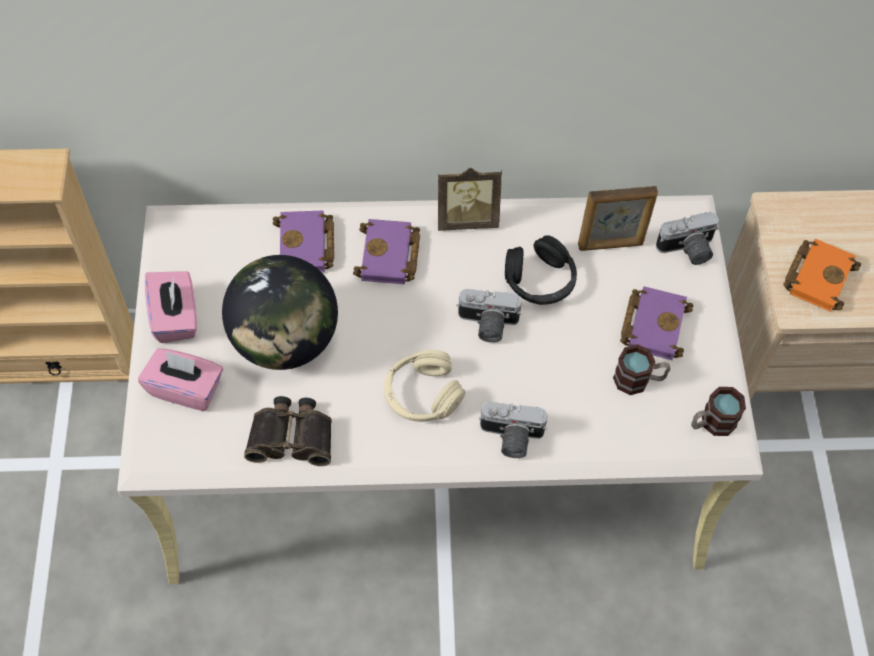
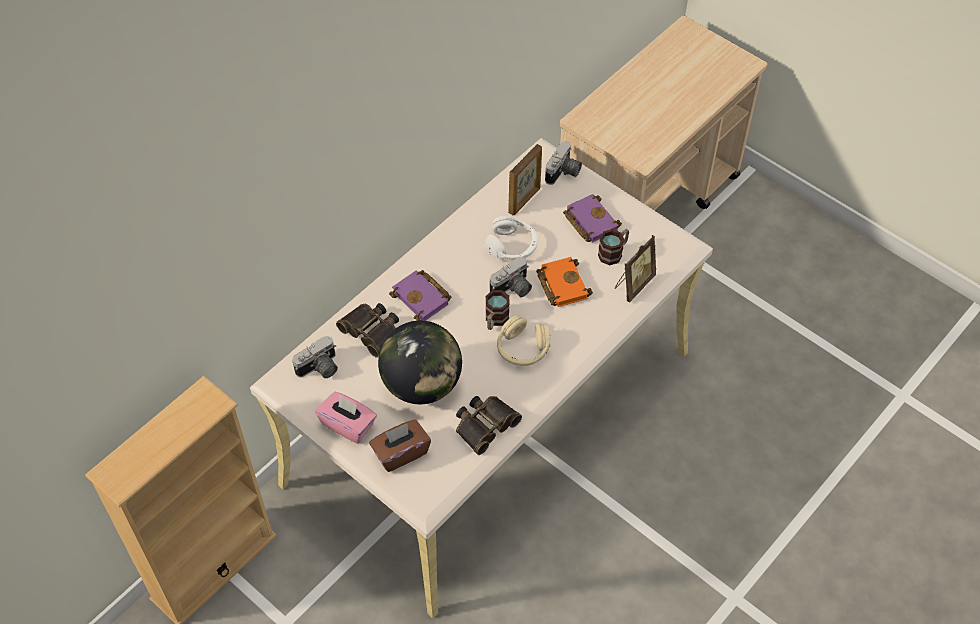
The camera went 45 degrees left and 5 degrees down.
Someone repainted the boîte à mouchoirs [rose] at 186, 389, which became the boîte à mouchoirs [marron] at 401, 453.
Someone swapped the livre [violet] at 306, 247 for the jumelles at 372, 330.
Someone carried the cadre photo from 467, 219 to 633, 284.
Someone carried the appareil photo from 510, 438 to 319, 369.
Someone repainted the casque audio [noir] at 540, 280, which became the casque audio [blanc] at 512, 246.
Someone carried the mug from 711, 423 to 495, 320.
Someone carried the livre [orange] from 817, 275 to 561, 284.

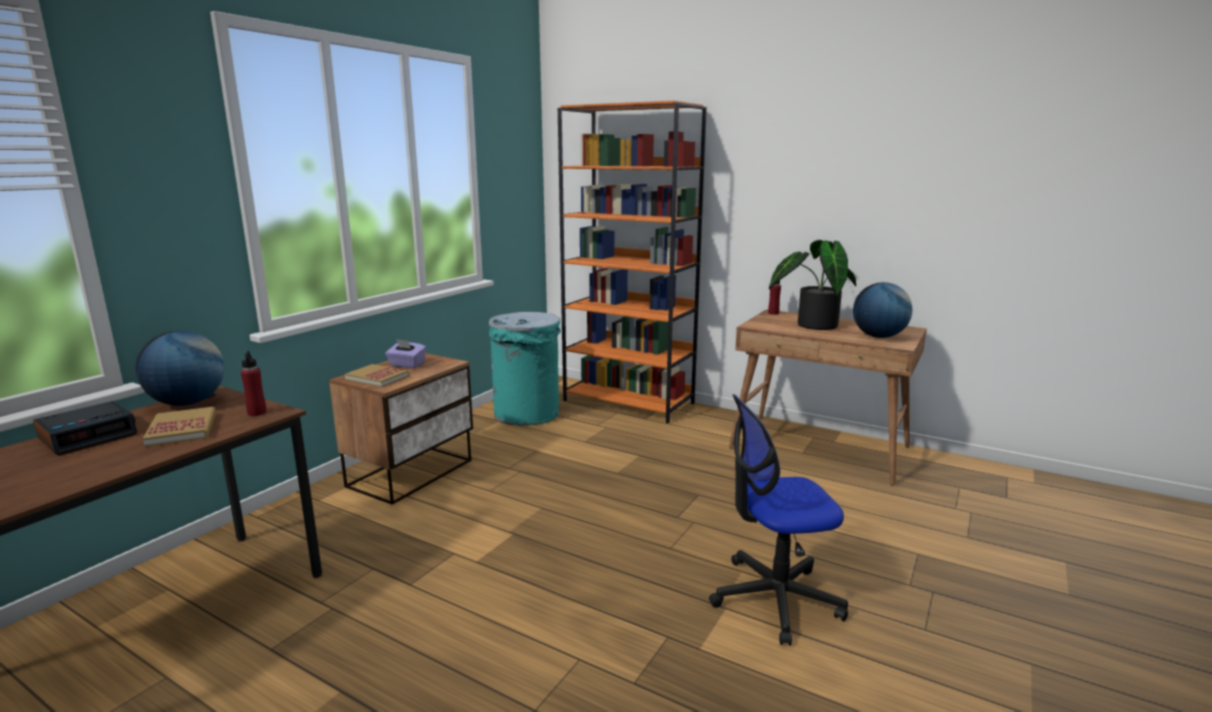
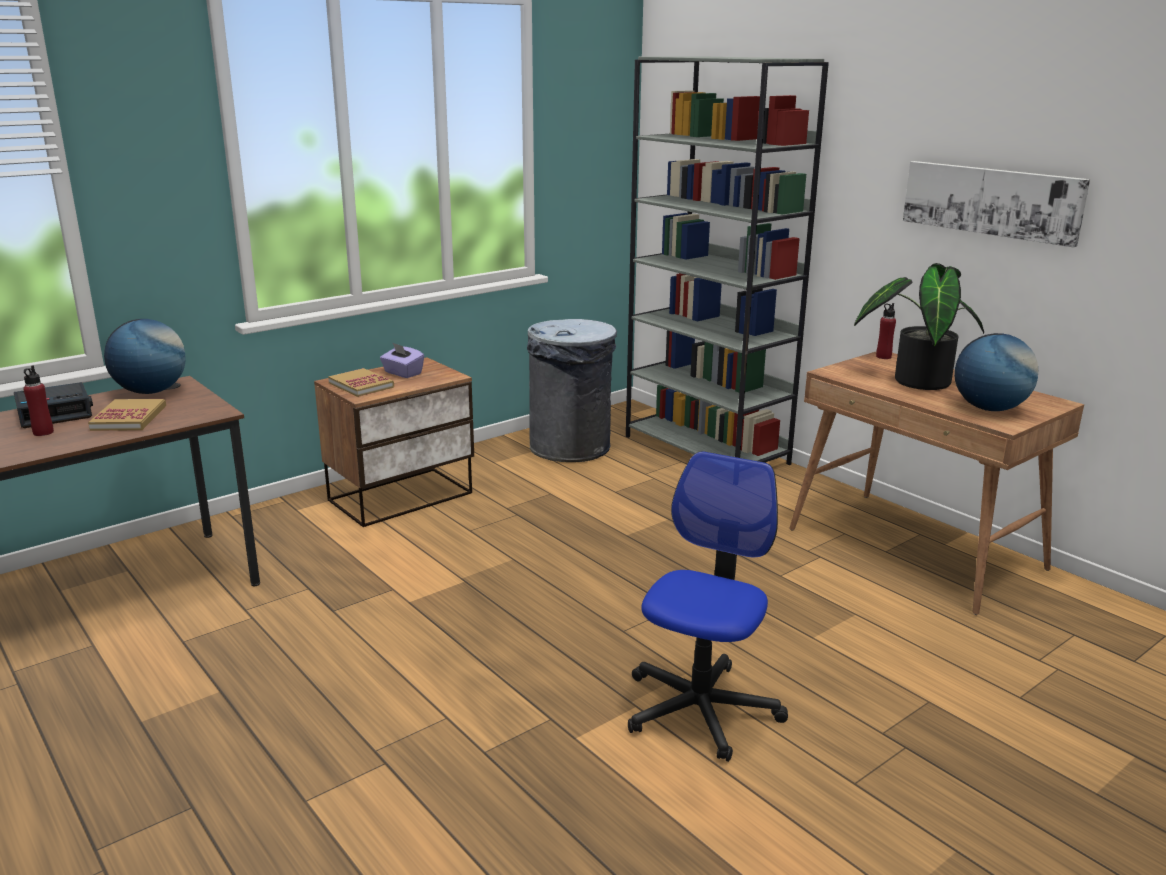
The camera went 20 degrees right and 5 degrees up.
Someone carried the bouteille [rouge] from 257, 413 to 43, 432.
Someone repainted the poubelle [turquoise] at 527, 414, which became the poubelle [gris] at 570, 448.
Someone repainted the bibliothèque [orange] at 629, 402, which became the bibliothèque [gris] at 707, 450.
Someone rotated the chaise de bureau at 775, 598 by 105 degrees clockwise.
Someone put up the tableau at 991, 201.

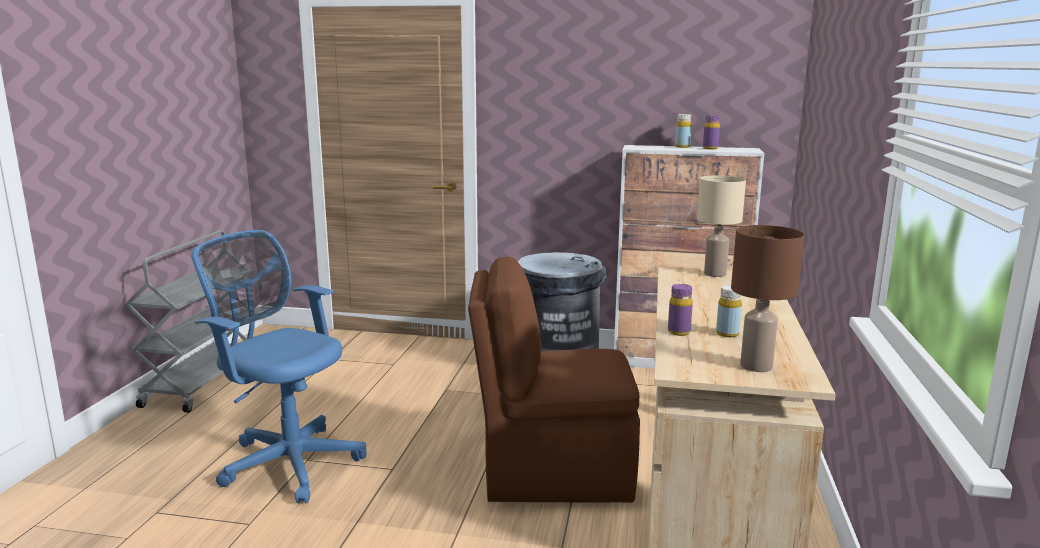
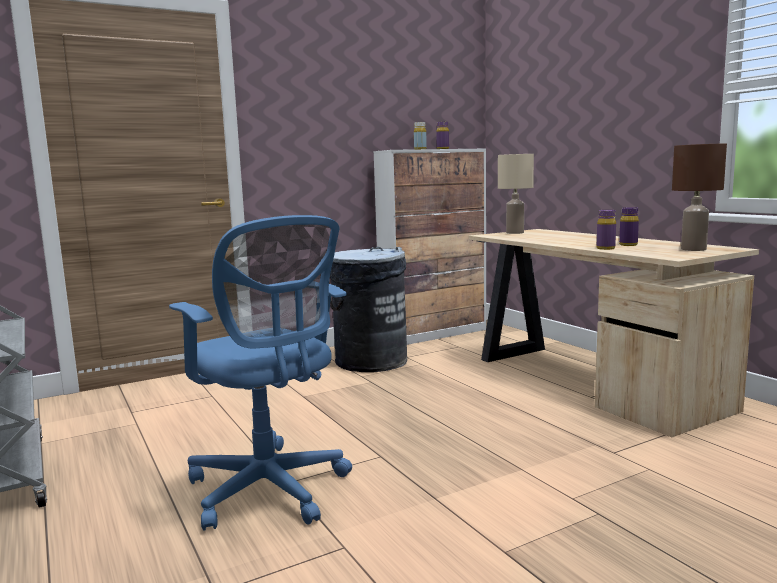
The camera went 40 degrees left and 5 degrees down.
Someone rotated the chaise de bureau [bleu] at 288, 461 by 120 degrees counterclockwise.
Someone took away the chaise [marron] at 553, 472.
Someone repainted the bouteille [jaune] at 727, 334, which became the bouteille [violet] at 628, 245.

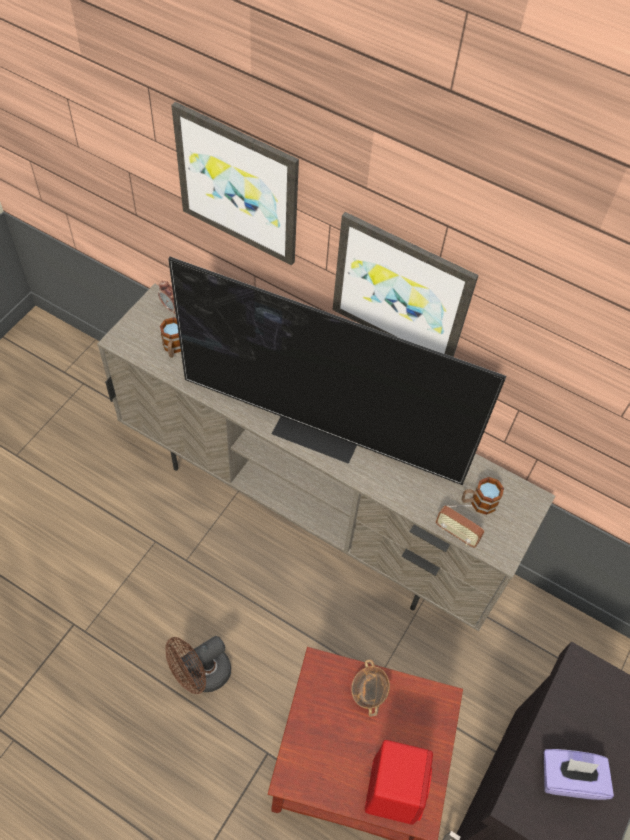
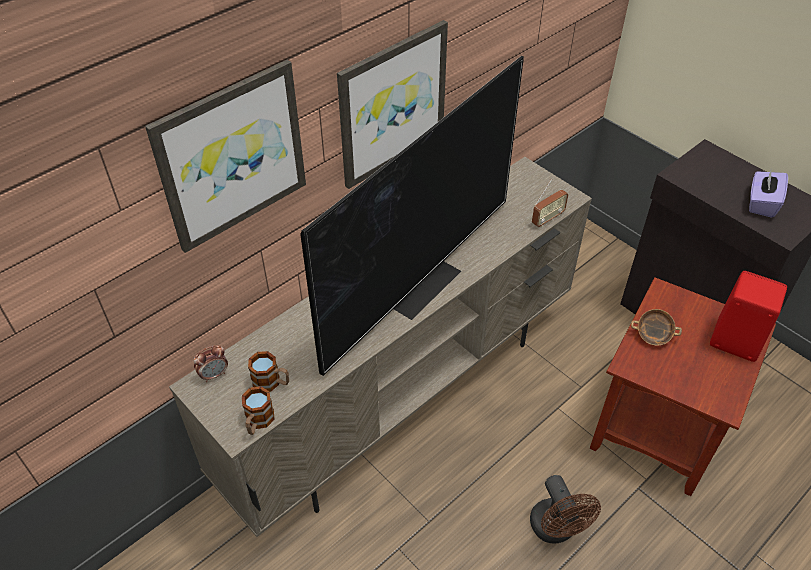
The camera went 70 degrees left and 10 degrees down.
Someone carried the mug from 478, 502 to 258, 422.

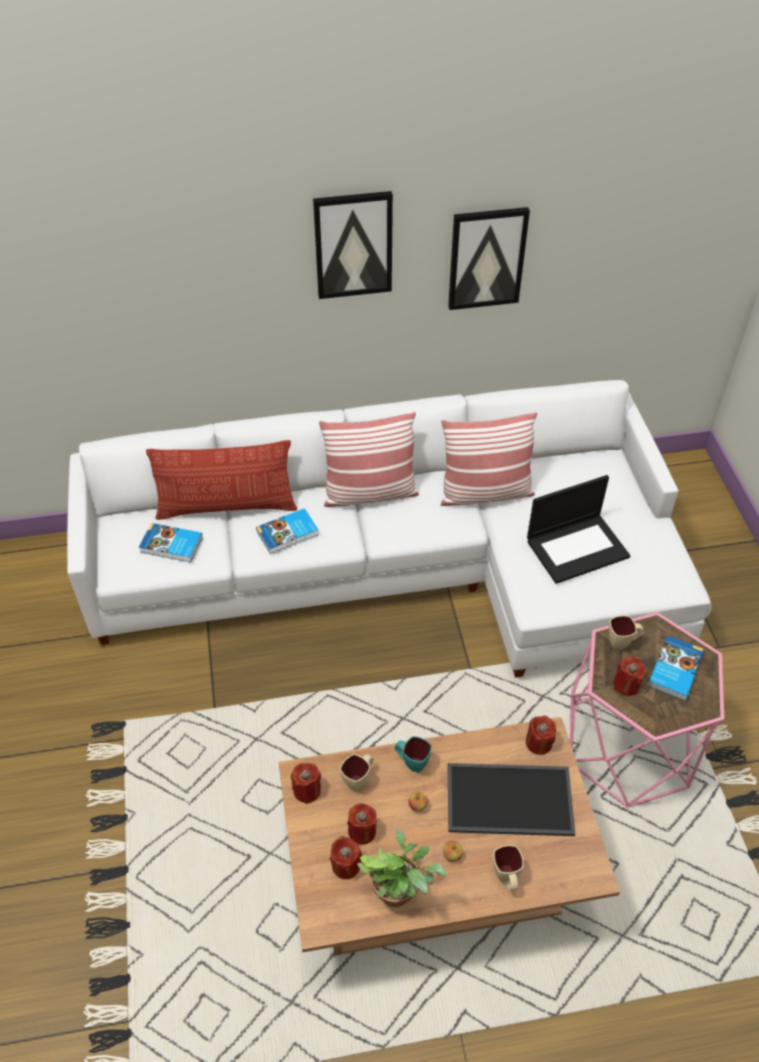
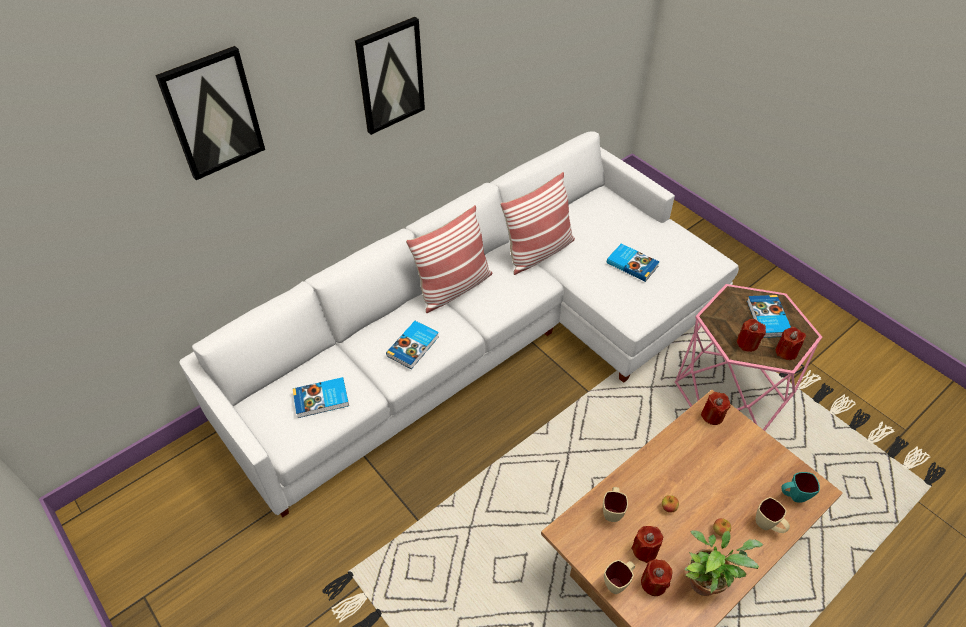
The camera went 30 degrees left and 0 degrees up.
Someone took away the coussin at 227, 507.
Someone carried the bougie [rouge] from 307, 790 to 786, 352.
Someone carried the mug [turquoise] from 411, 762 to 793, 496.
Someone took away the plateau at 508, 801.
Someone carried the tableau from 486, 258 to 213, 113.
Someone swapped the ordinateur portable at 577, 547 for the livre at 632, 264.
Someone carried the mug [beige] from 622, 642 to 618, 582.

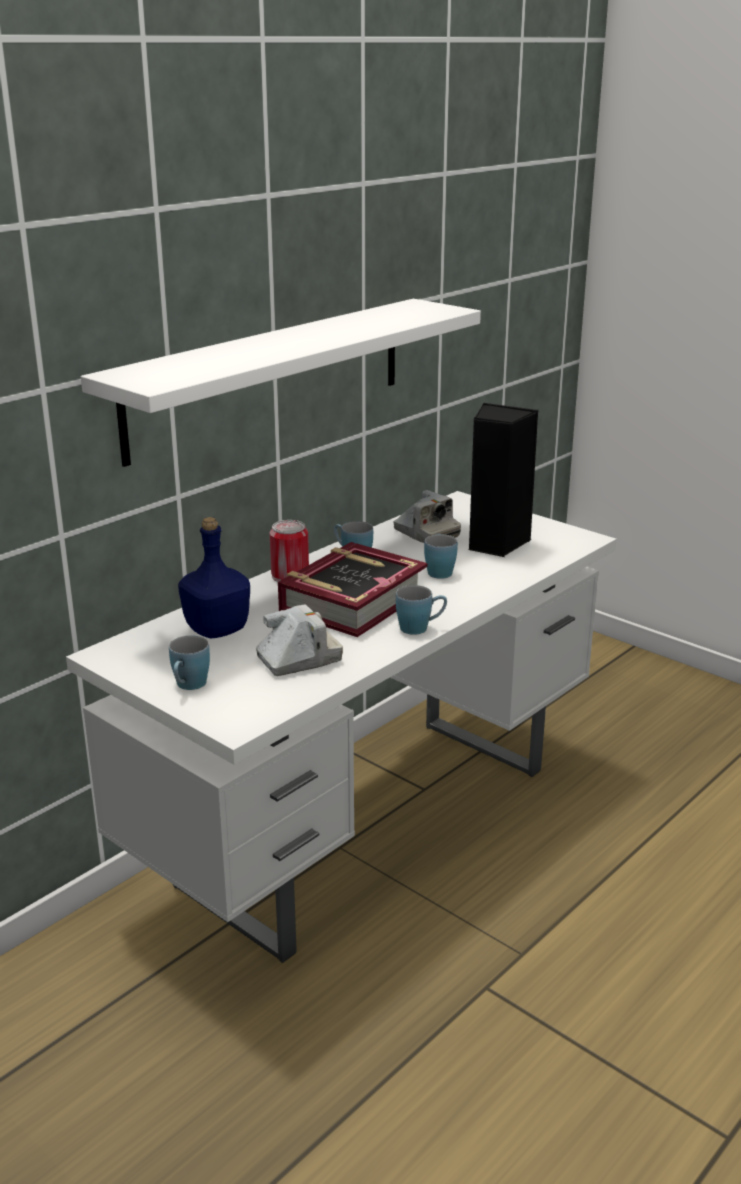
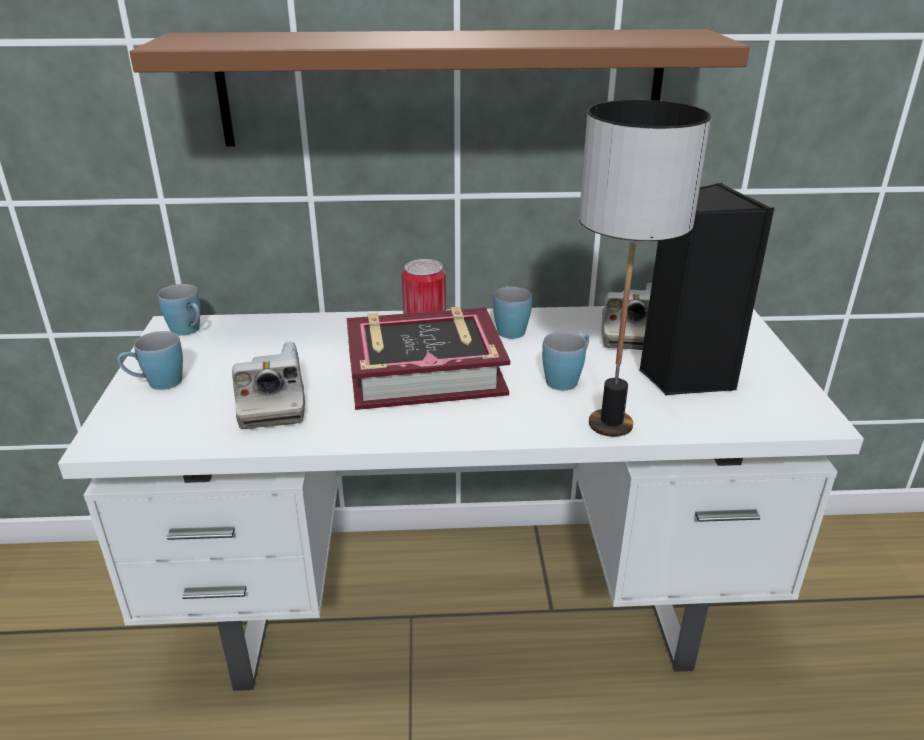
The camera went 45 degrees right and 5 degrees up.
Someone repainted the étagère [blanc] at 270, 376, which became the étagère [marron] at 442, 88.
Someone took away the bouteille [bleu] at 216, 629.
Someone rotated the appareil photo at 299, 659 by 60 degrees clockwise.
Someone carried the mug [bleu] from 420, 628 to 189, 331.
Someone put down the lampe de table at 610, 425.

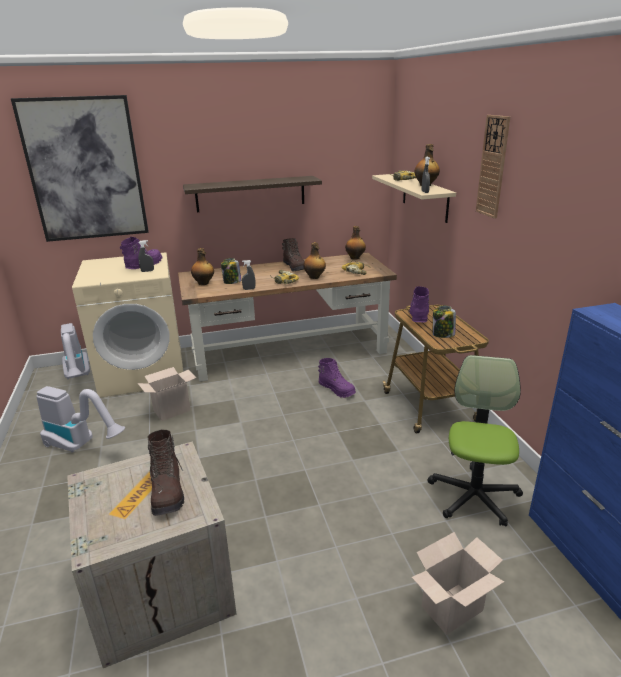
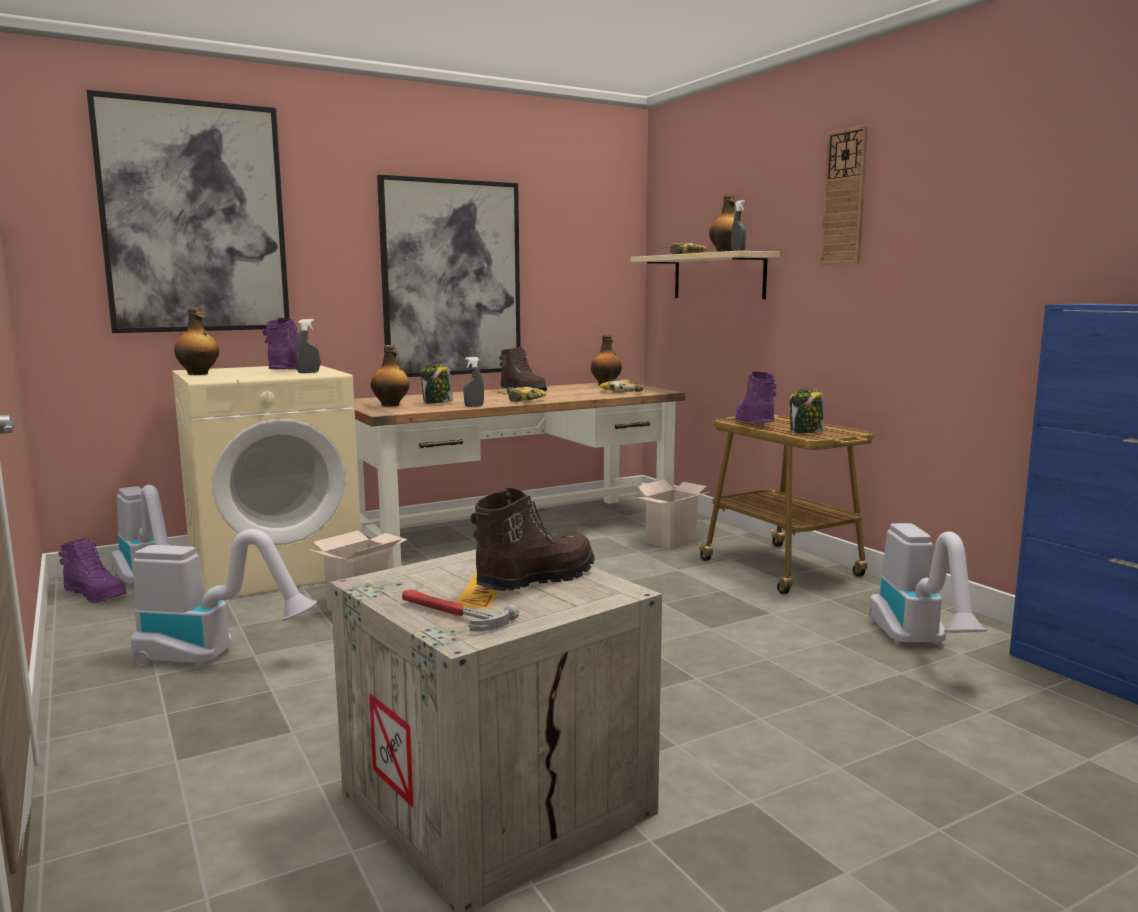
The camera went 15 degrees left and 15 degrees down.
Someone rotated the botte [marron] at 167, 491 by 105 degrees counterclockwise.
Someone swapped the étagère at 250, 194 for the tableau at 451, 278.
Someone carried the bouteille from 314, 277 to 198, 374.
Someone carried the botte [violet] from 337, 389 to 96, 595.
Someone carried the carton from 452, 611 to 671, 541.
Someone swapped the chaise de bureau at 474, 496 for the aspirateur at 919, 645.
Someone put down the marteau at 451, 614.

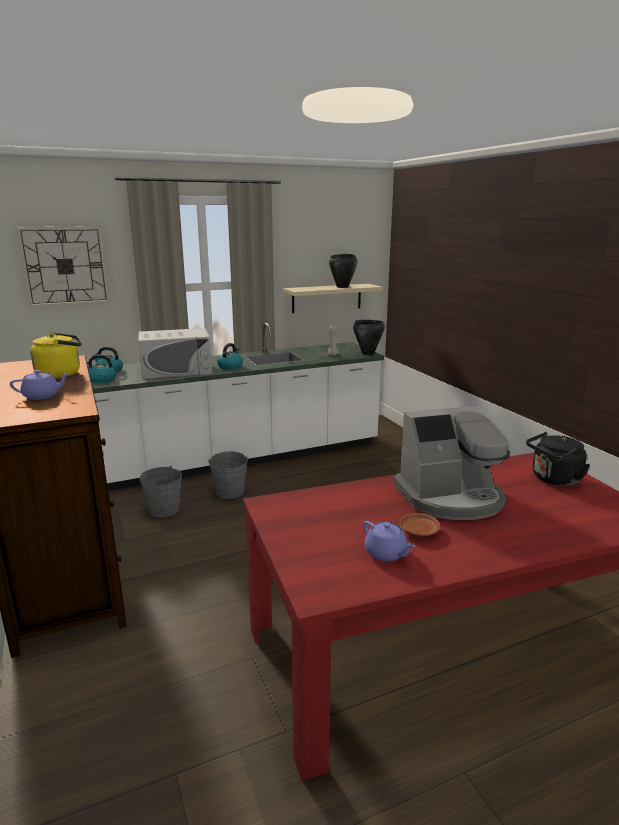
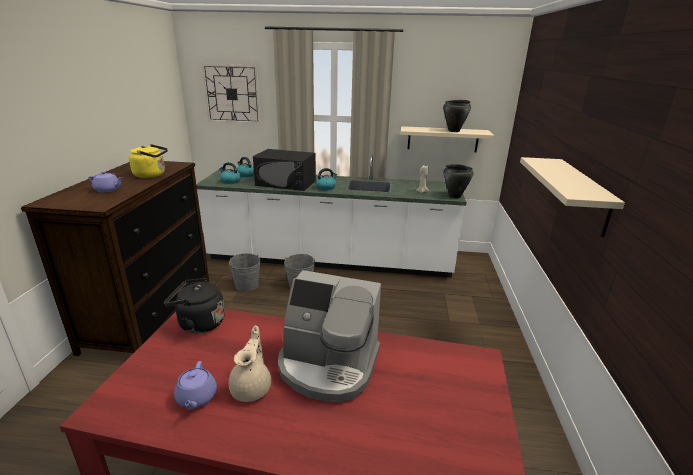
The camera went 30 degrees right and 5 degrees up.
Someone repainted the micro-ondes [blanc] at 176, 370, which became the micro-ondes [noir] at 286, 183.
Someone swapped the assiette [marron] at 418, 530 for the théière [beige] at 252, 388.
Someone carried the bouilloire [noir] from 553, 479 to 198, 323.
Someone put up the étagère [beige] at 583, 195.

